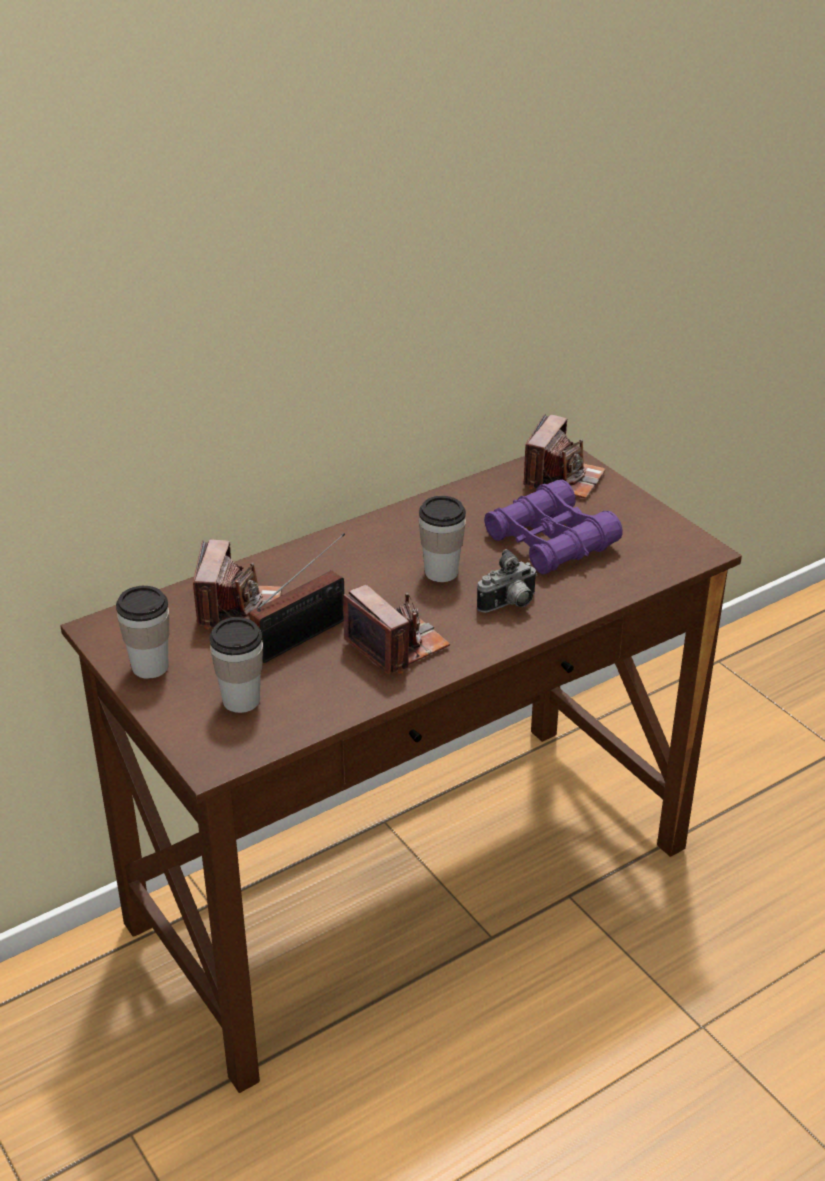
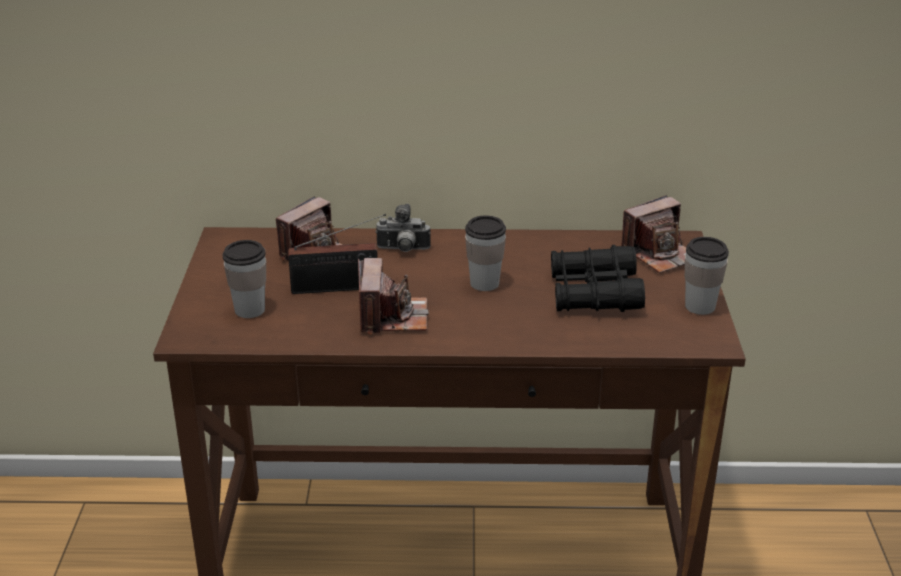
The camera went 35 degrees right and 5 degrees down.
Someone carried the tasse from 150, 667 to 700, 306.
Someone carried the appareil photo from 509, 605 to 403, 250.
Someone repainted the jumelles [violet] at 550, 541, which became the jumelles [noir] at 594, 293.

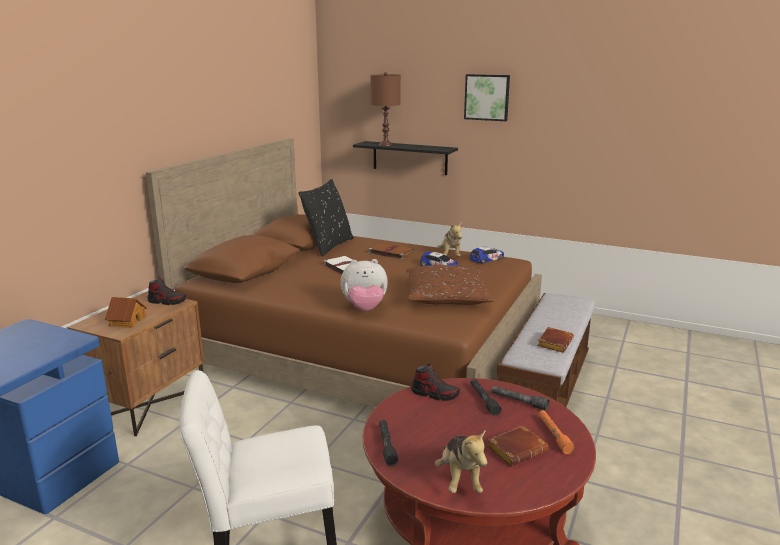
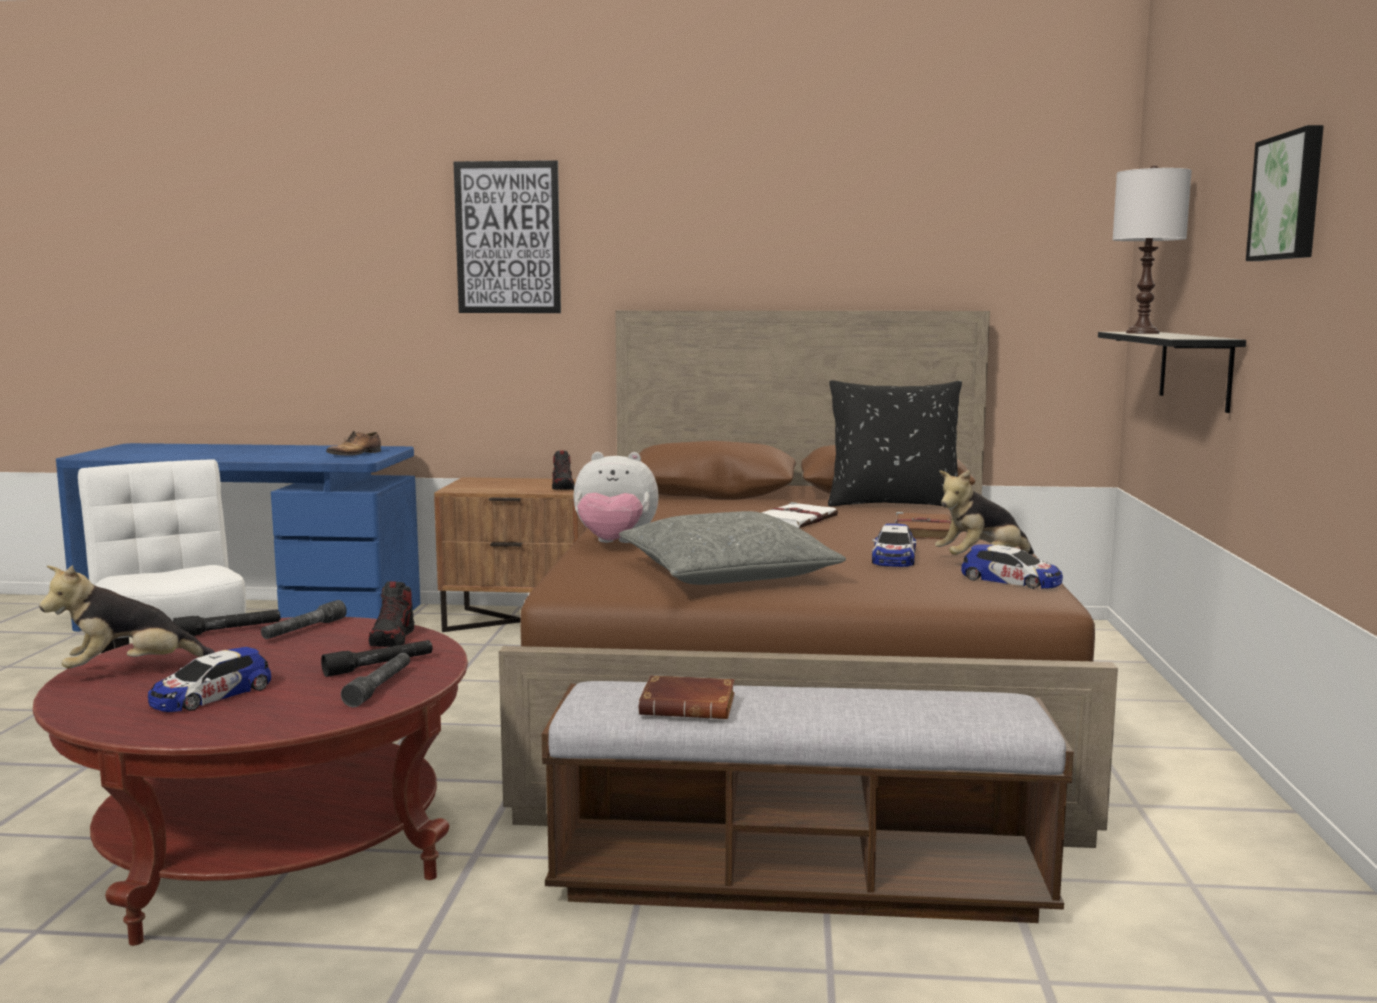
The camera went 70 degrees right and 10 degrees down.
Someone took away the maison miniature at 127, 321.
Someone rotated the peluche at 364, 308 by 60 degrees counterclockwise.
Someone repainted the lampe de table [marron] at 385, 144, which became the lampe de table [blanc] at 1143, 333.
Someone repainted the coussin [marron] at 446, 296, which became the coussin [gris] at 728, 573.
Someone swapped the livre [marron] at 517, 449 for the petite voiture at 211, 695.
Someone took away the lampe de poche [orange] at 554, 435.
Someone put down the lampe de poche [gris] at 303, 630.
Someone put down the chaussure at 356, 454.
Someone put up the tableau at 508, 238.

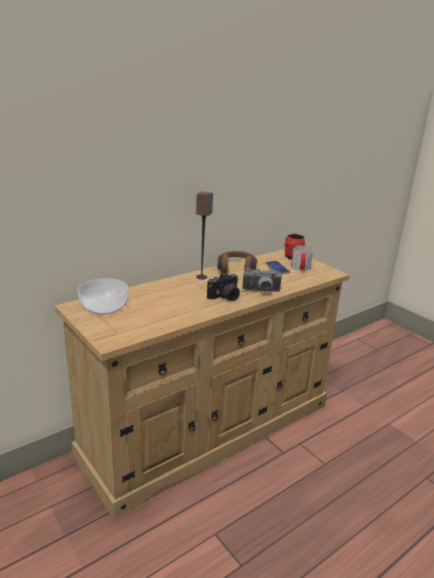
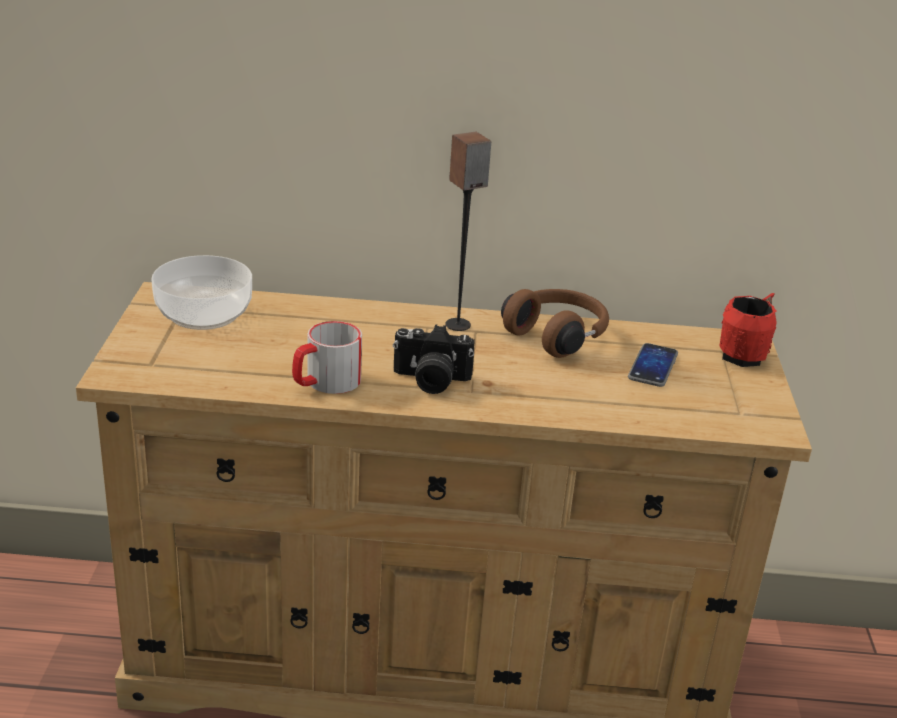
The camera went 40 degrees right and 5 degrees up.
Someone took away the appareil photo at 261, 291.
Someone carried the mug from 300, 268 to 325, 383.

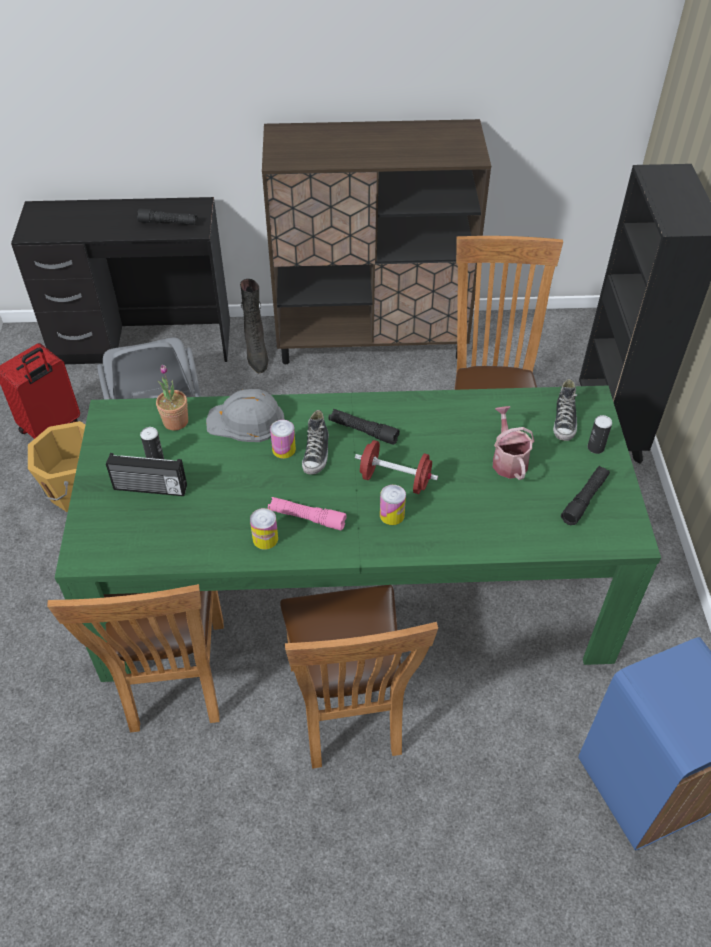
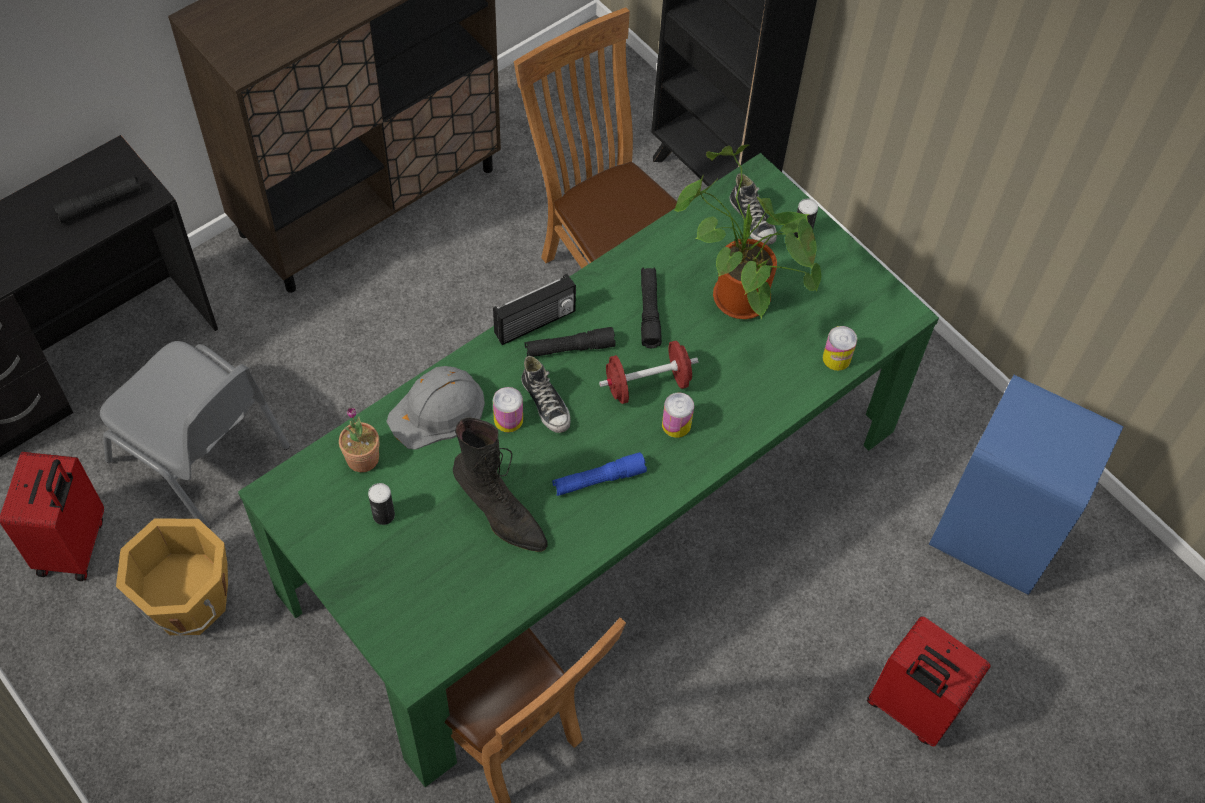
The camera went 40 degrees left and 10 degrees up.
Someone carried the radio from 150, 489 to 535, 323.
Someone carried the botte [noir] from 256, 353 to 500, 515.
Someone carried the boîte métallique from 265, 539 to 836, 358.
Someone repainted the lampe de poche [rose] at 307, 518, which became the lampe de poche [bleu] at 599, 479.
Someone took away the chaise [marron] at 348, 714.
Someone swapped the arrosoir at 508, 460 for the plante en pot at 734, 296.
Someone carried the lampe de poche [noir] from 584, 499 to 649, 311.
Someone put down the valise [rouge] at 910, 708.

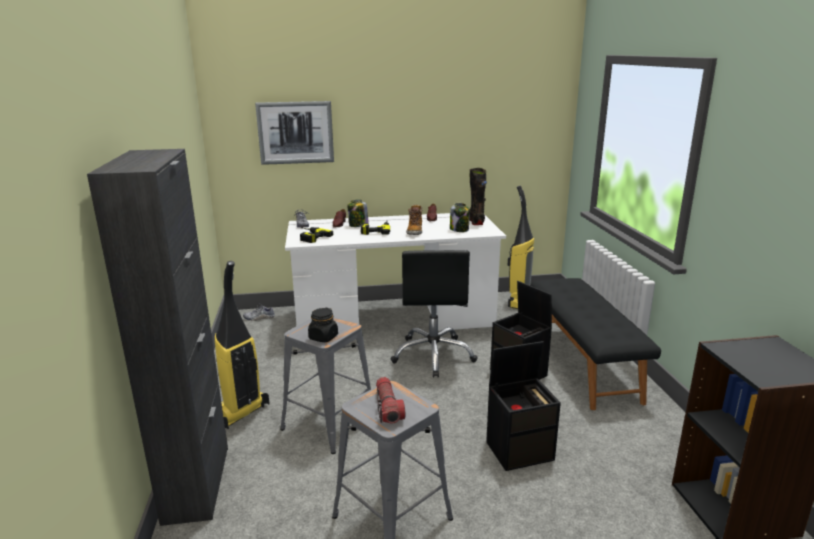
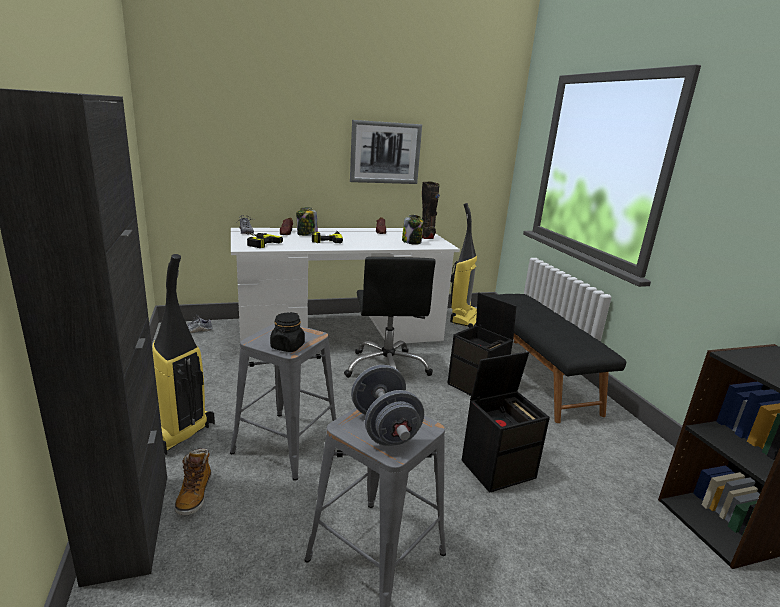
The camera went 10 degrees left and 0 degrees up.
Someone carried the tableau from 295, 132 to 385, 153.
Someone swapped the lampe de poche at 388, 407 for the haltère [gris] at 384, 428.
Someone carried the botte from 415, 231 to 194, 494.

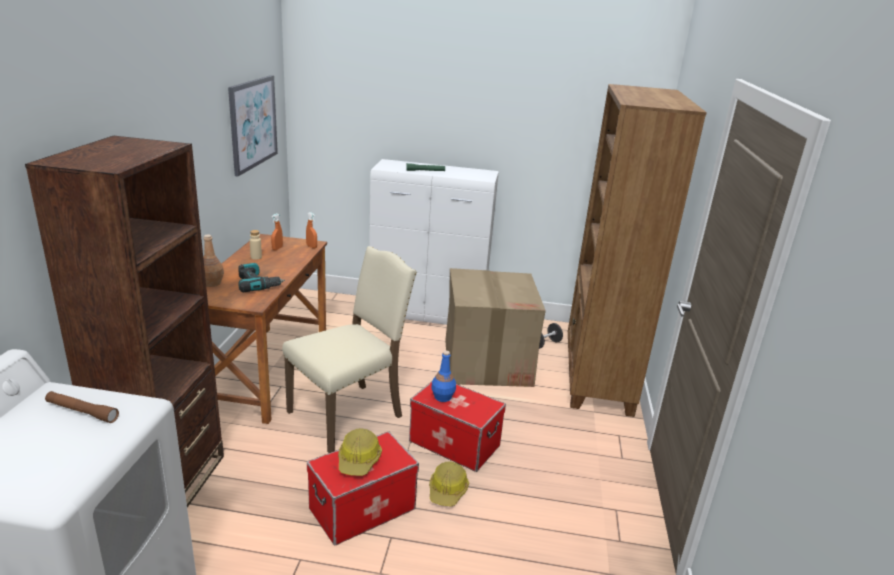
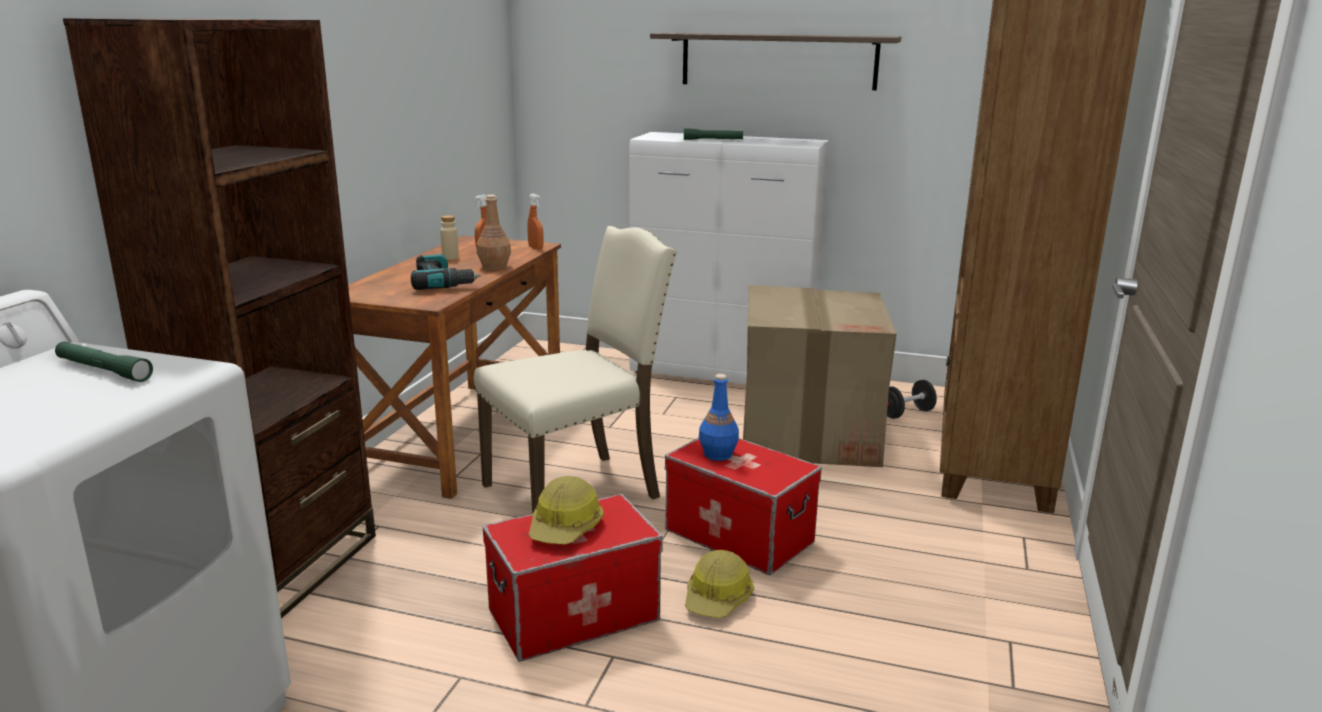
The camera went 10 degrees right and 5 degrees down.
Someone repainted the lampe de poche [marron] at 82, 412, which became the lampe de poche [vert] at 103, 370.
Someone carried the bouteille [marron] from 212, 283 to 494, 267.
Someone took away the tableau at 253, 123.
Someone put up the étagère at 778, 61.

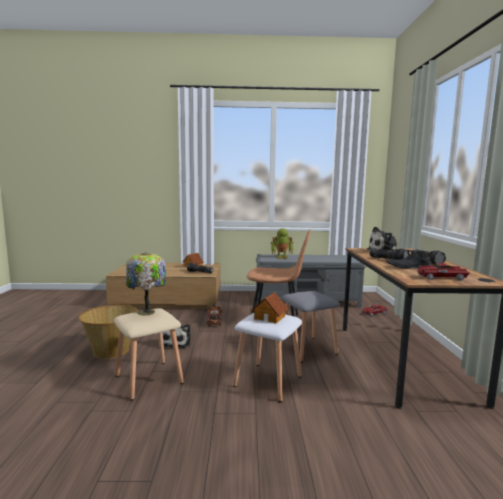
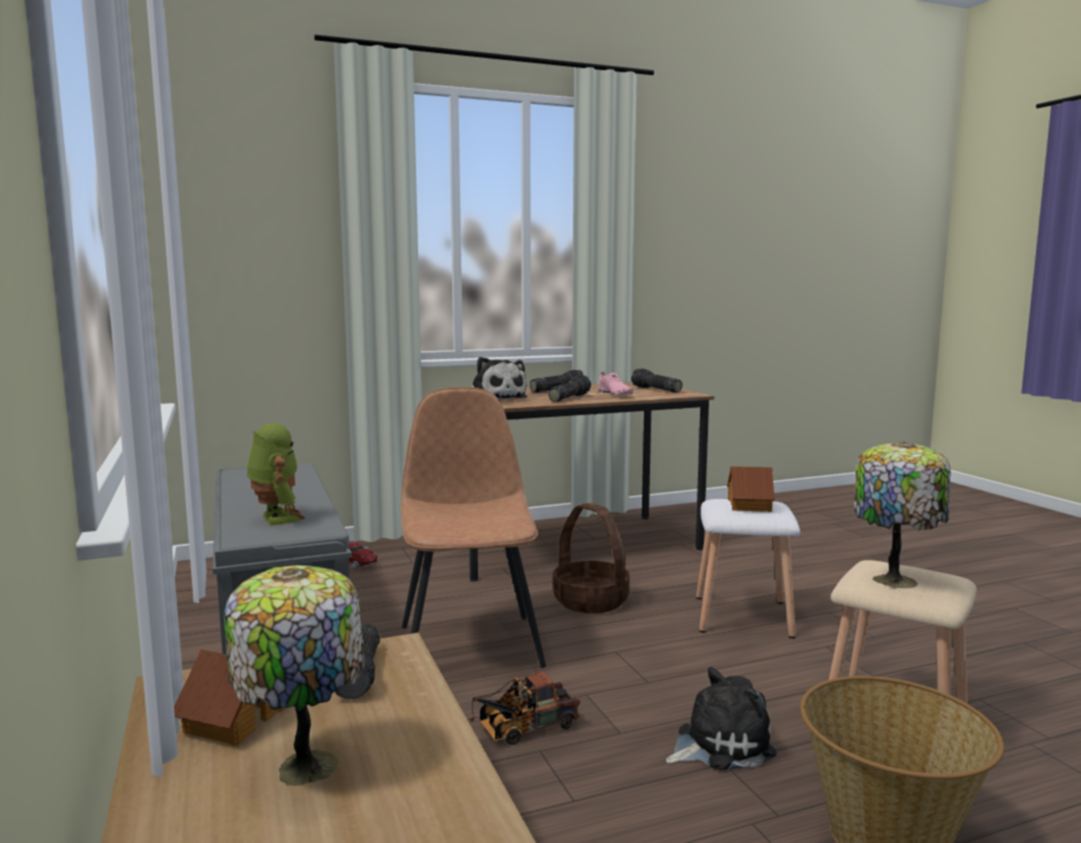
The camera went 110 degrees left and 0 degrees up.
Someone swapped the tabouret [gris] at 308, 348 for the panier at 590, 601.
Someone repainted the chaussure [noir] at 408, 267, which became the chaussure [rose] at 615, 394.
Someone swapped the petite voiture at 441, 277 for the lampe de poche at 655, 390.
Someone put down the lampe de table at 303, 765.

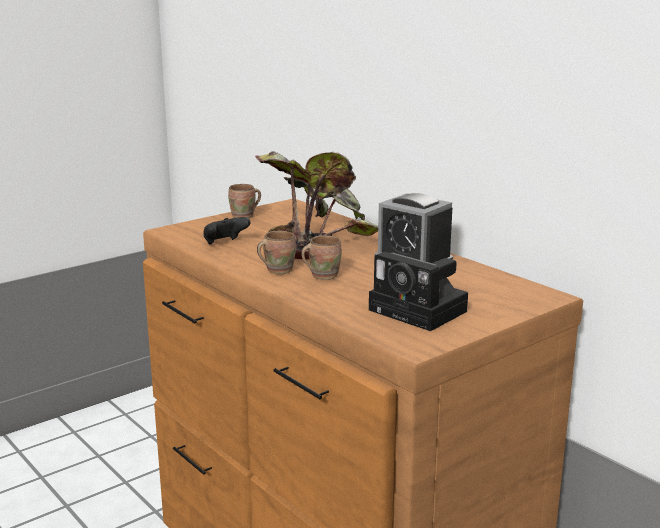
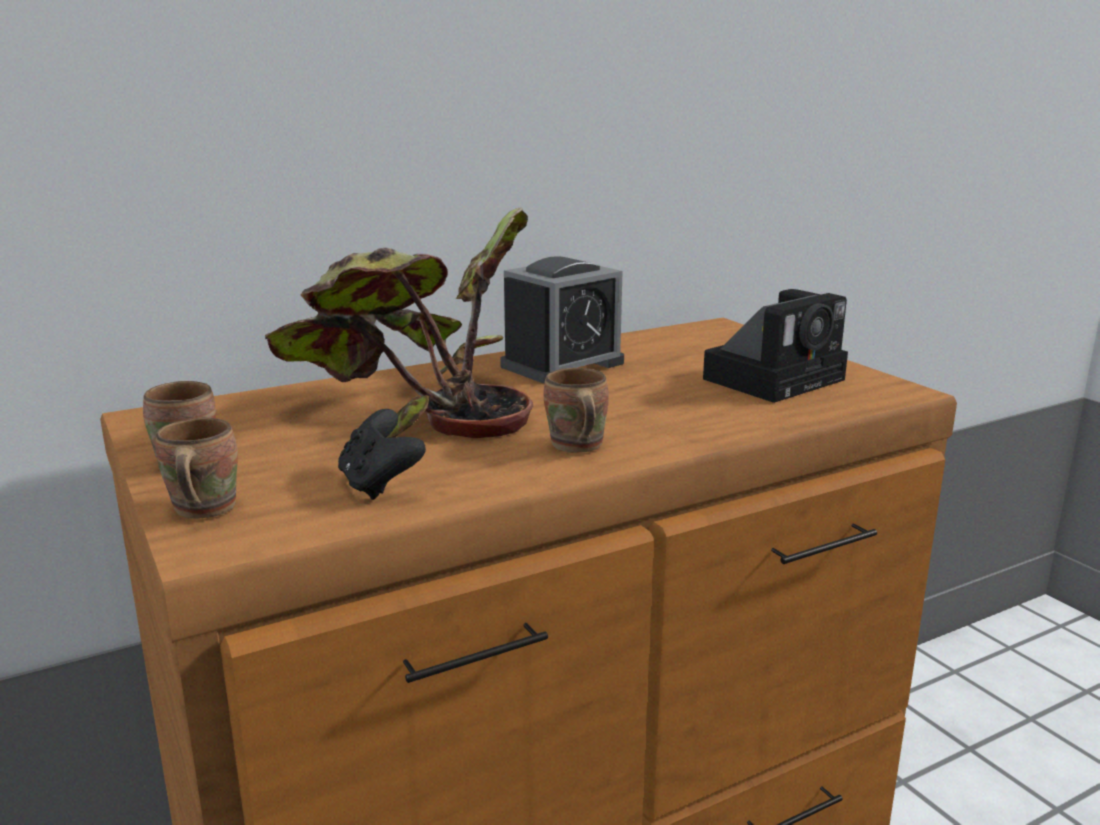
The camera went 80 degrees left and 0 degrees up.
Someone carried the mug [marron] from 322, 275 to 200, 510.

